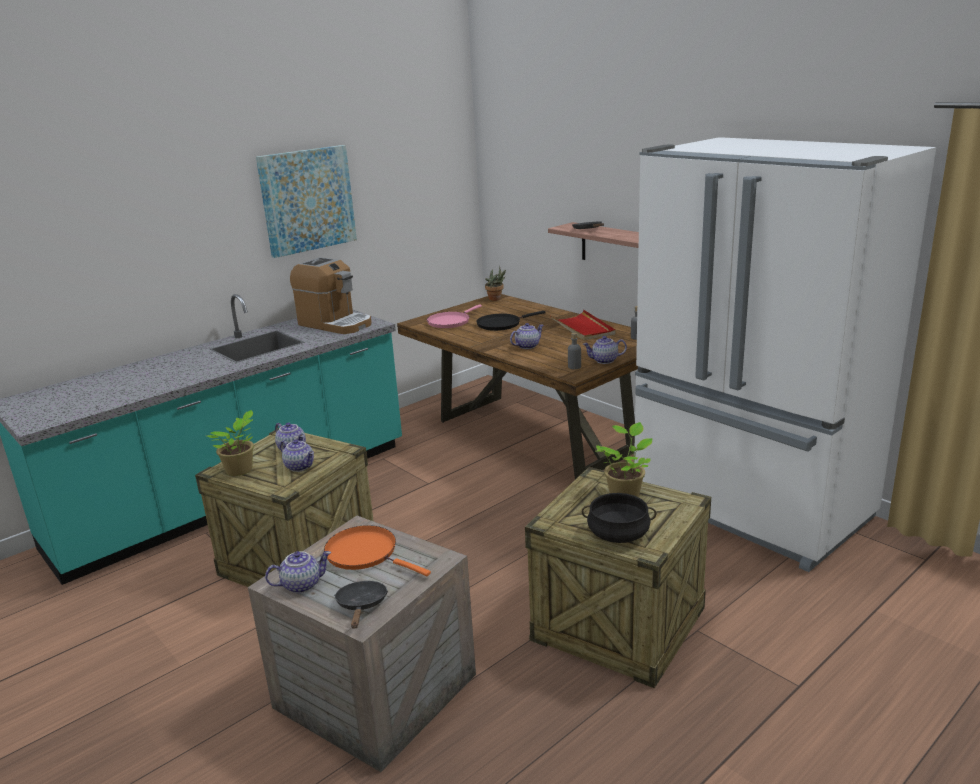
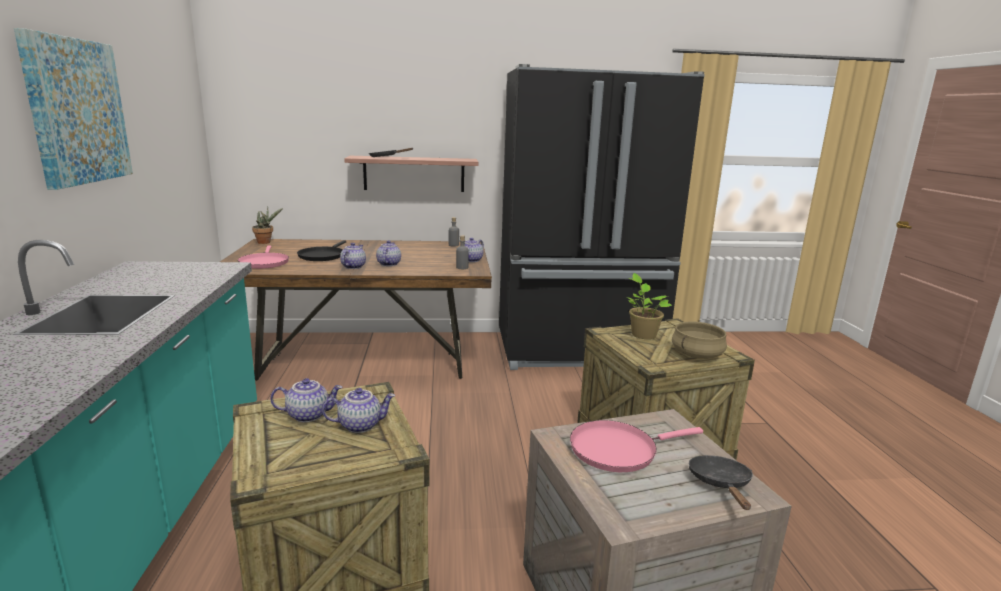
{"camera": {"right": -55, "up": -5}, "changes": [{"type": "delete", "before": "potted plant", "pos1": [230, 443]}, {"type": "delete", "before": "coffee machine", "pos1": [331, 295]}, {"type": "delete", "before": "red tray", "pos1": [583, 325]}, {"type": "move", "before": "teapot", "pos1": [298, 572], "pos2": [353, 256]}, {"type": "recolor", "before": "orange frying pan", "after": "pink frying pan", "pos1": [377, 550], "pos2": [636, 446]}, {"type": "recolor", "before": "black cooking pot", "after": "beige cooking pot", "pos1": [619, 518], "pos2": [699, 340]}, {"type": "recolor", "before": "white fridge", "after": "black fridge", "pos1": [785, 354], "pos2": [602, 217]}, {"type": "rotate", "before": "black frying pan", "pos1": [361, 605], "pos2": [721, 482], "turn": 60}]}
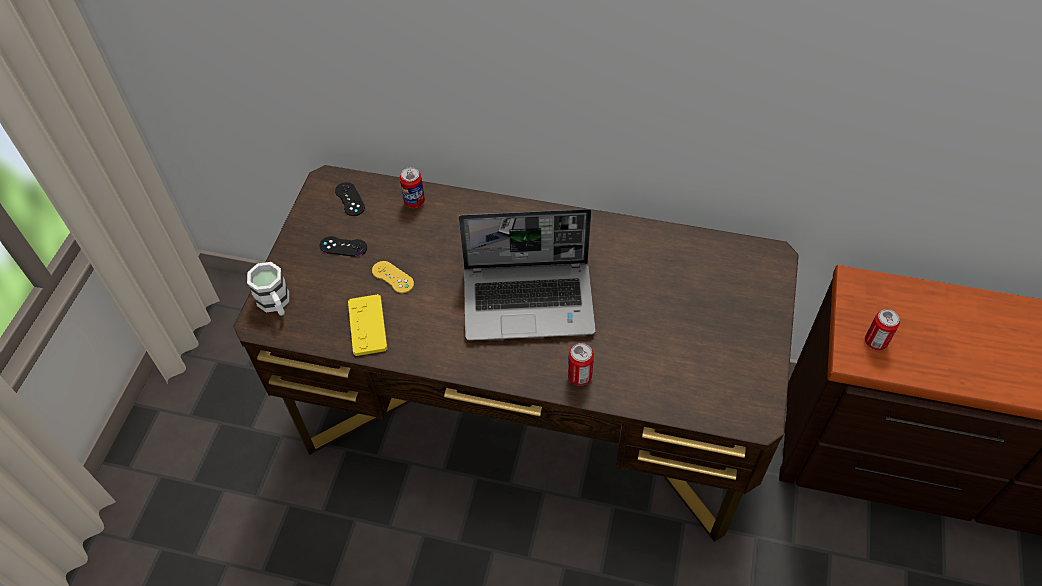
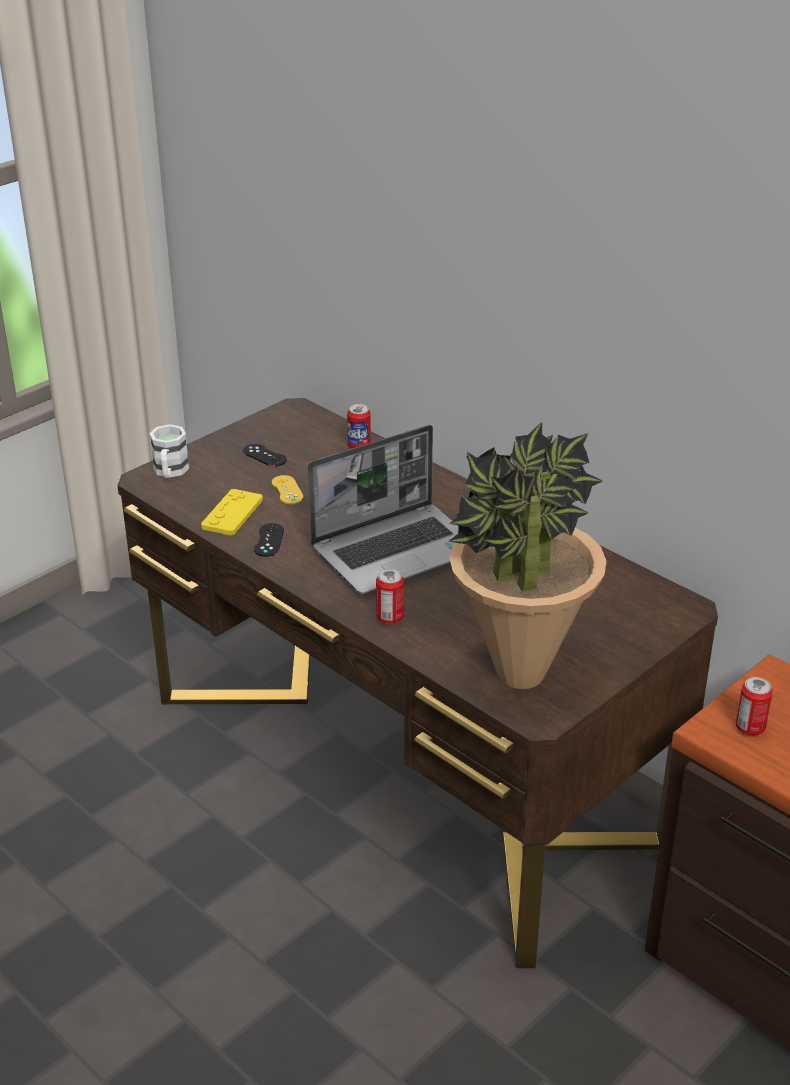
{"camera": {"right": 30, "up": -20}, "changes": [{"type": "insert", "after": "potted plant", "pos2": [527, 555]}, {"type": "move", "before": "black game controller", "pos1": [350, 199], "pos2": [269, 540]}, {"type": "rotate", "before": "laptop", "pos1": [527, 275], "pos2": [383, 509], "turn": -60}]}
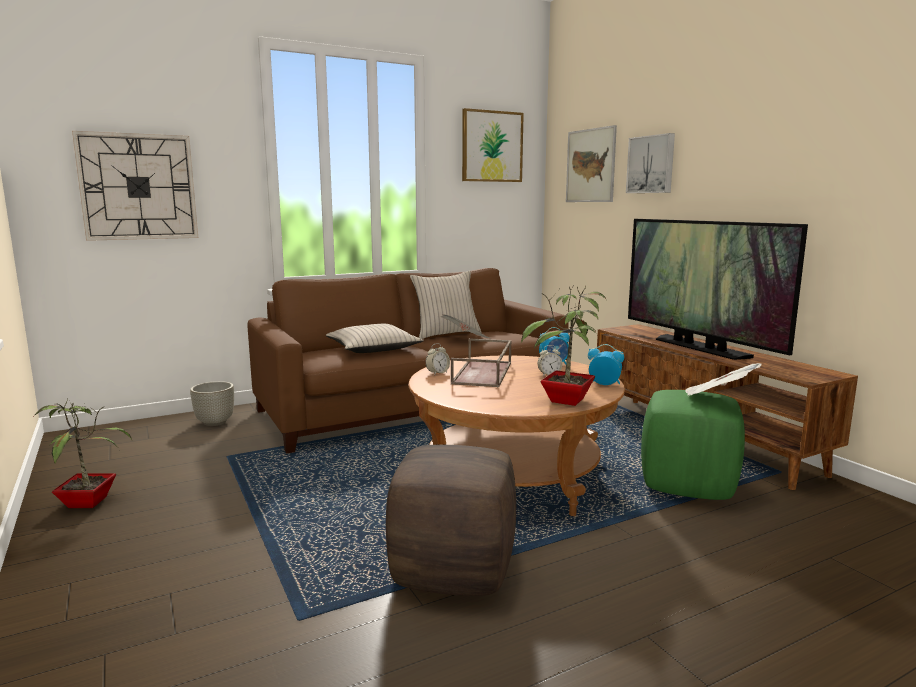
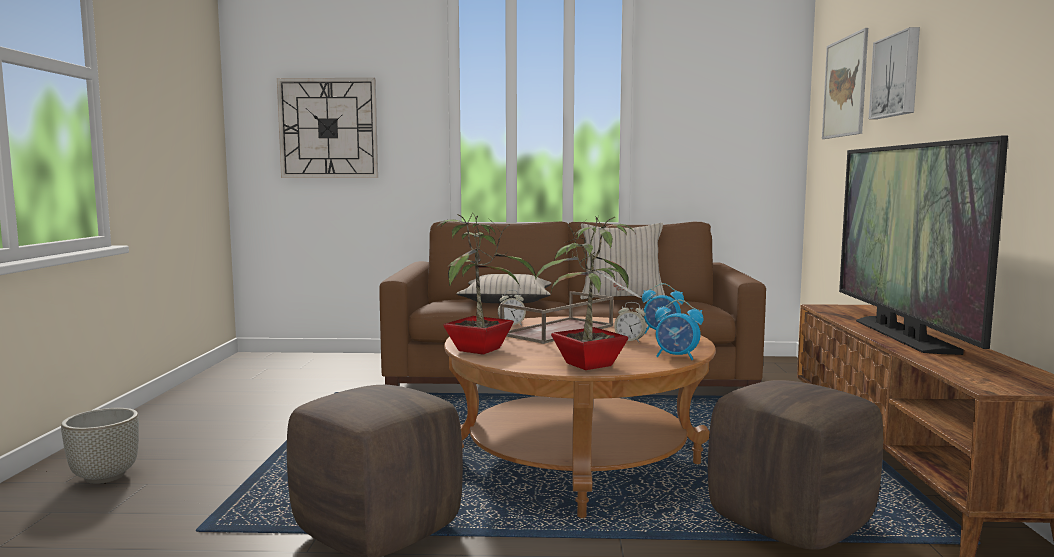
{"camera": {"right": 30, "up": -5}, "changes": [{"type": "delete", "before": "picture", "pos1": [493, 145]}, {"type": "delete", "before": "newspaper", "pos1": [723, 379]}, {"type": "move", "before": "potted plant", "pos1": [83, 453], "pos2": [487, 284]}, {"type": "move", "before": "grey planter", "pos1": [212, 403], "pos2": [100, 446]}, {"type": "recolor", "before": "green ottoman", "after": "brown ottoman", "pos1": [693, 445], "pos2": [795, 465]}, {"type": "rotate", "before": "alarm clock", "pos1": [606, 364], "pos2": [679, 329], "turn": 150}]}
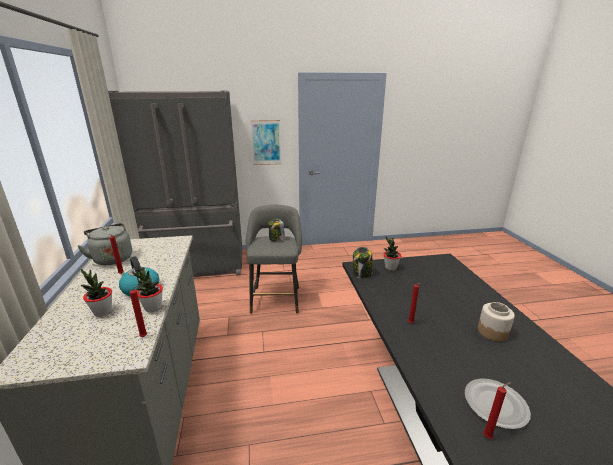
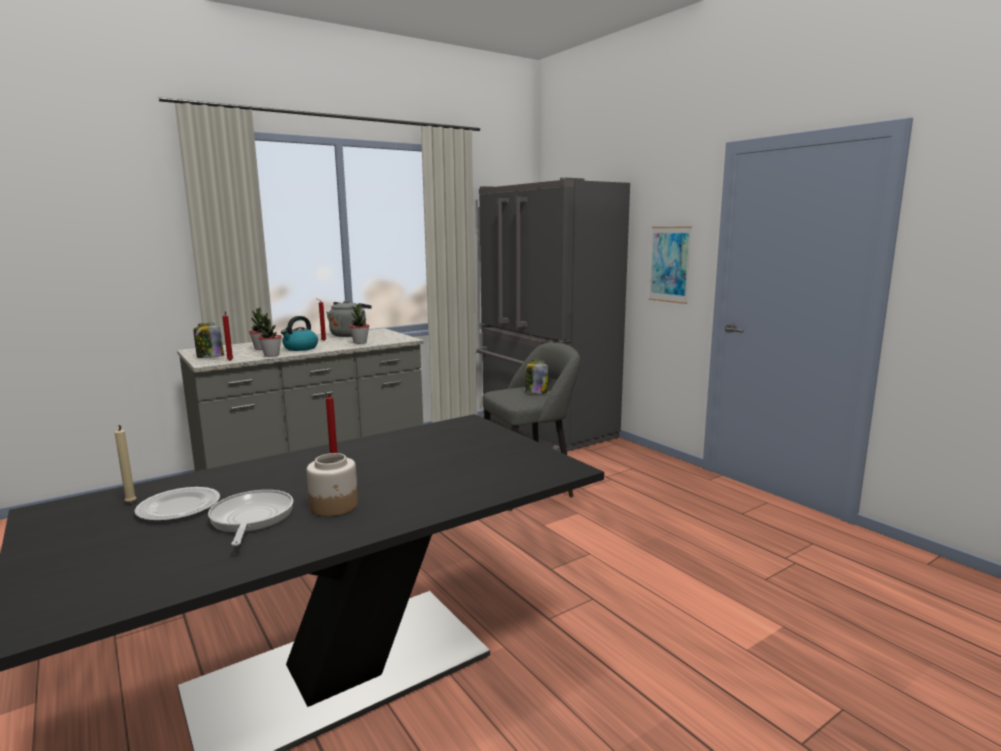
{"camera": {"right": 65, "up": -10}, "changes": [{"type": "insert", "after": "frying pan", "pos2": [250, 518]}, {"type": "move", "before": "jar", "pos1": [363, 263], "pos2": [208, 340]}, {"type": "move", "before": "potted plant", "pos1": [392, 253], "pos2": [359, 323]}, {"type": "recolor", "before": "red candle", "after": "beige candle", "pos1": [497, 410], "pos2": [125, 464]}]}
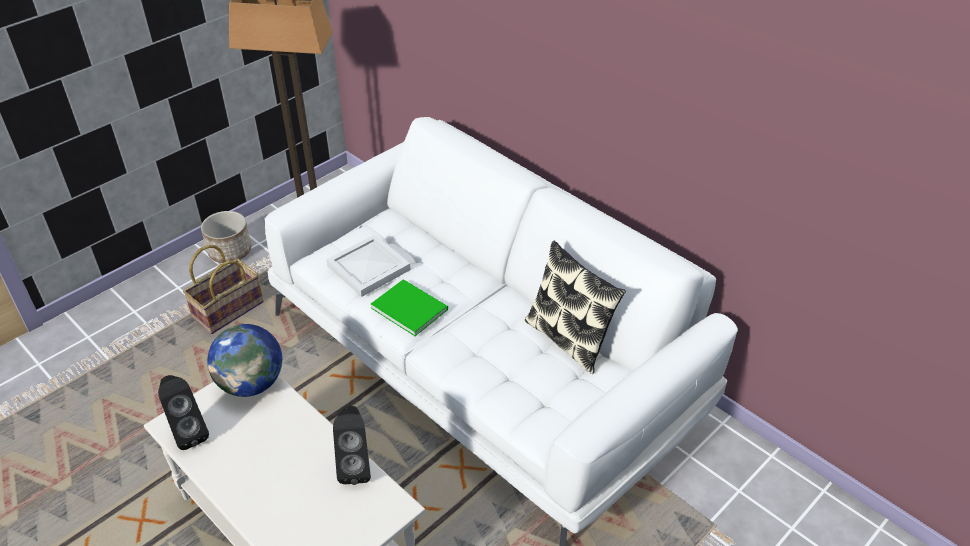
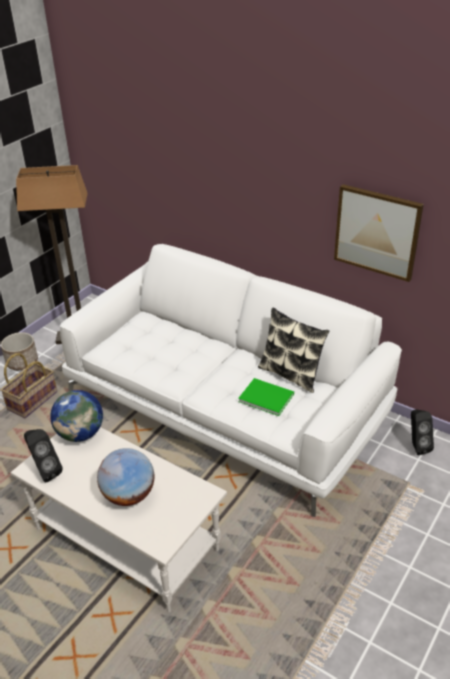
{"camera": {"right": -10, "up": -5}, "changes": [{"type": "delete", "before": "white tray", "pos1": [368, 266]}, {"type": "insert", "after": "globe", "pos2": [125, 477]}, {"type": "insert", "after": "picture", "pos2": [379, 233]}, {"type": "move", "before": "black speaker", "pos1": [352, 445], "pos2": [422, 432]}, {"type": "move", "before": "green book", "pos1": [409, 307], "pos2": [266, 397]}]}
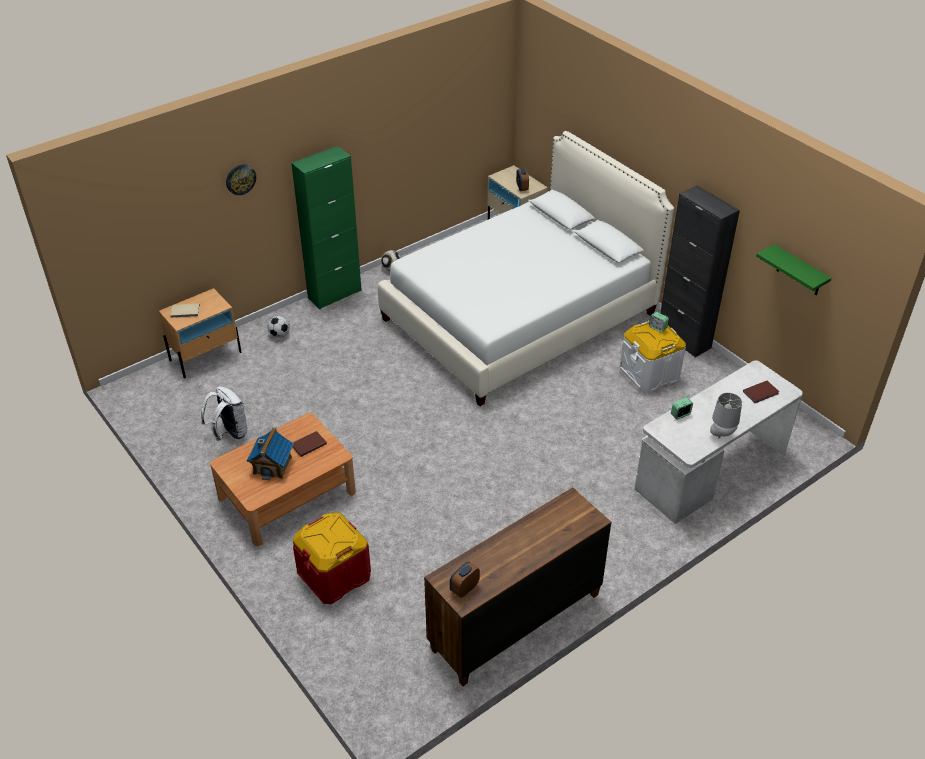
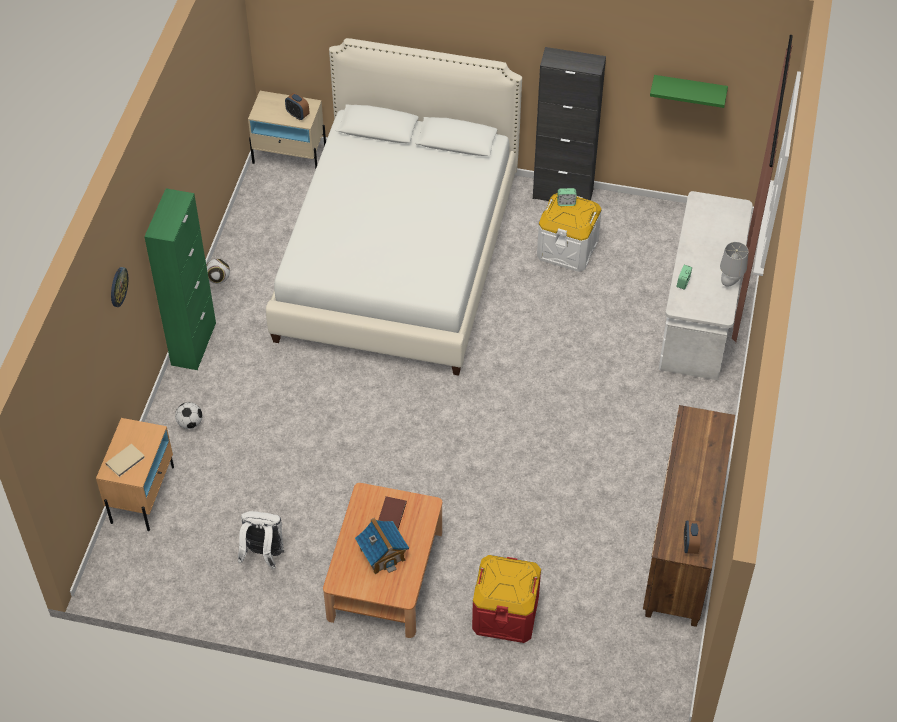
{"camera": {"right": -40, "up": 10}, "changes": [{"type": "delete", "before": "brown book", "pos1": [761, 391]}]}
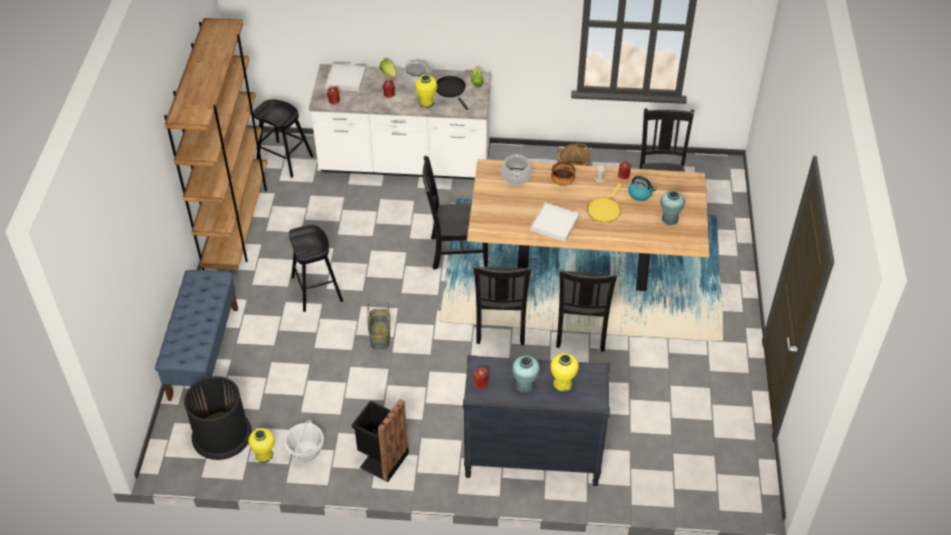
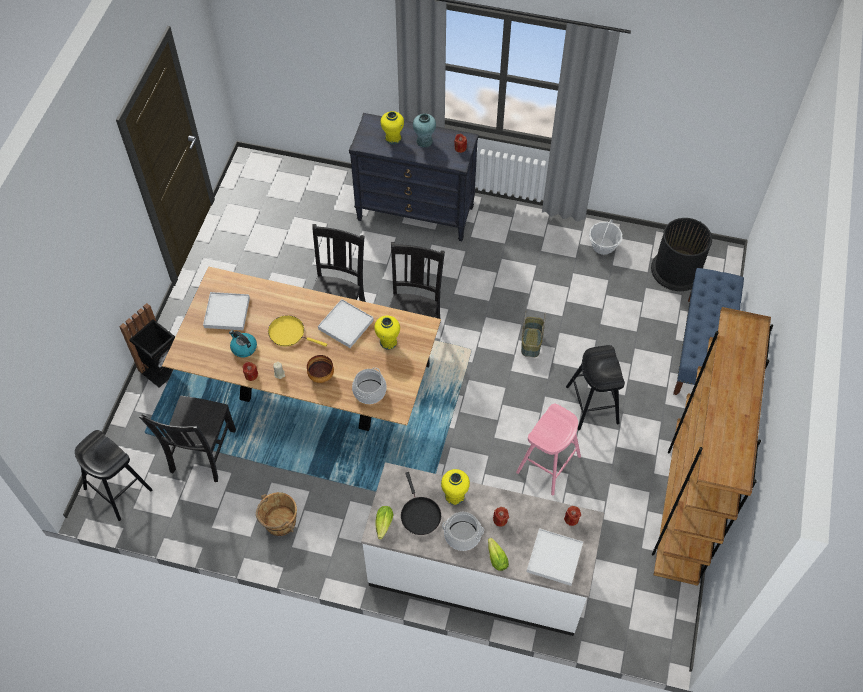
{"camera": {"right": -170, "up": 10}, "changes": [{"type": "delete", "before": "black chair", "pos1": [455, 213]}, {"type": "insert", "after": "pink stool", "pos2": [548, 449]}, {"type": "move", "before": "yellow vase", "pos1": [261, 445], "pos2": [387, 332]}, {"type": "move", "before": "black stool", "pos1": [283, 138], "pos2": [114, 475]}, {"type": "move", "before": "black trash can", "pos1": [380, 440], "pos2": [147, 345]}, {"type": "replace", "before": "turquoise vase", "after": "white tray", "pos1": [672, 207], "pos2": [226, 311]}, {"type": "rotate", "before": "yellow frying pan", "pos1": [604, 203], "pos2": [297, 331], "turn": -105}]}
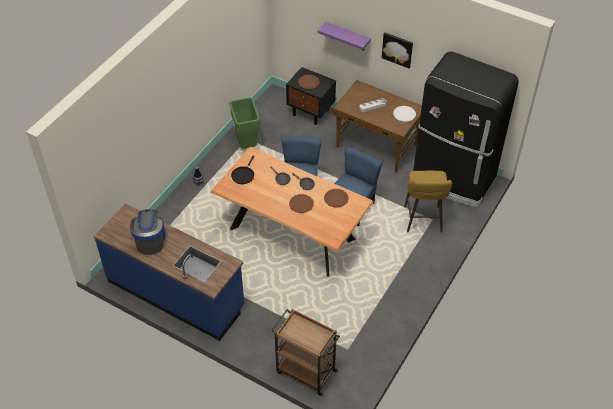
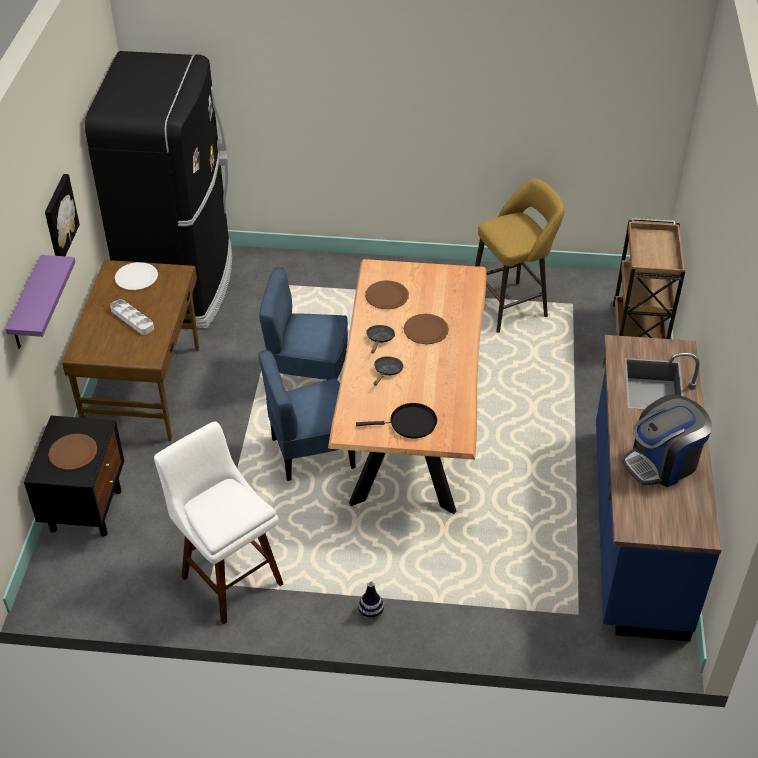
{"camera": {"right": -115, "up": -5}, "changes": [{"type": "move", "before": "yellow stool", "pos1": [428, 201], "pos2": [519, 256]}, {"type": "replace", "before": "green trash can", "after": "white stool", "pos1": [244, 123], "pos2": [218, 523]}]}
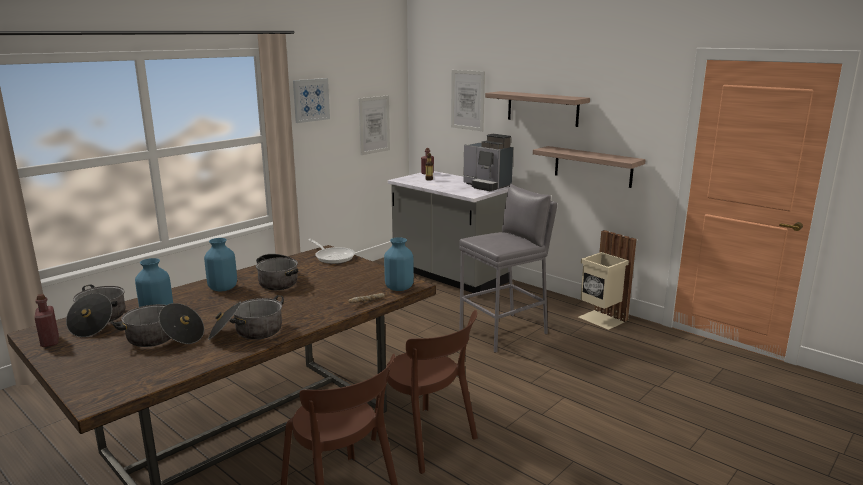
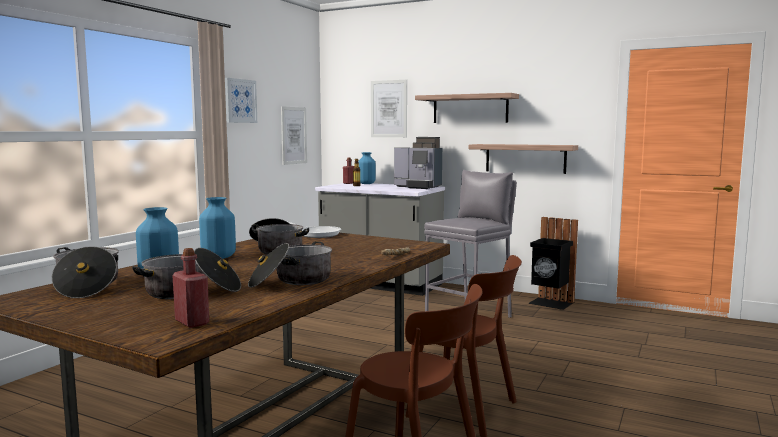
{"camera": {"right": -15, "up": -10}, "changes": [{"type": "move", "before": "red bottle", "pos1": [46, 320], "pos2": [190, 288]}, {"type": "move", "before": "blue vase", "pos1": [399, 264], "pos2": [367, 168]}, {"type": "recolor", "before": "beige trash can", "after": "black trash can", "pos1": [608, 280], "pos2": [553, 263]}]}
